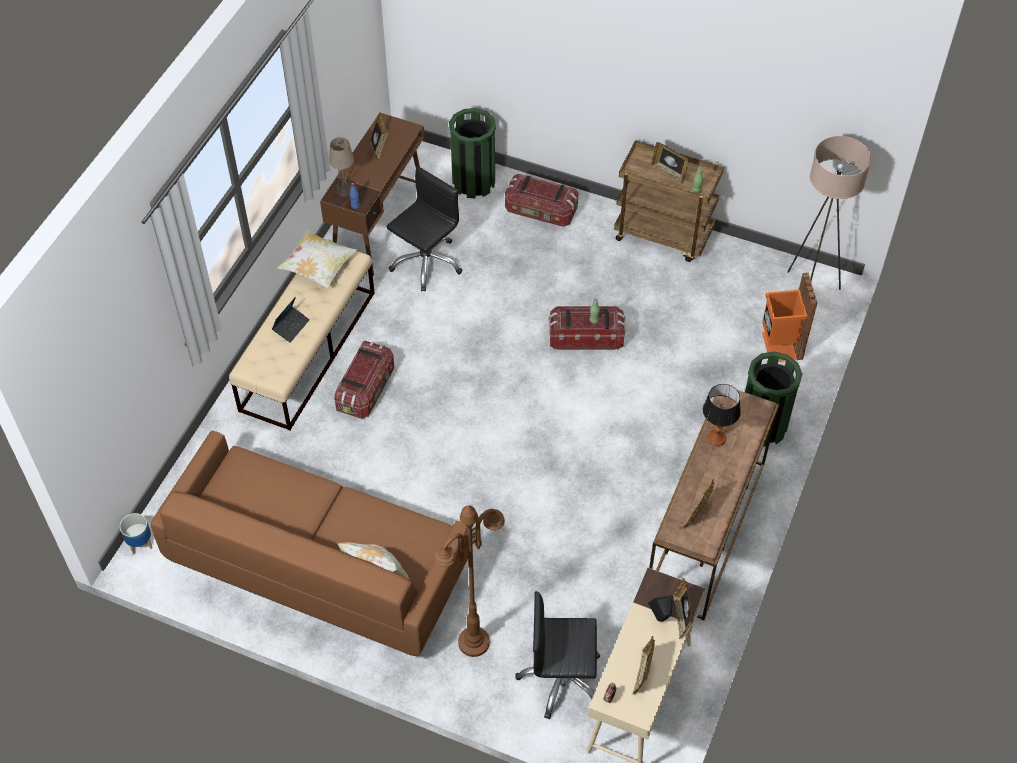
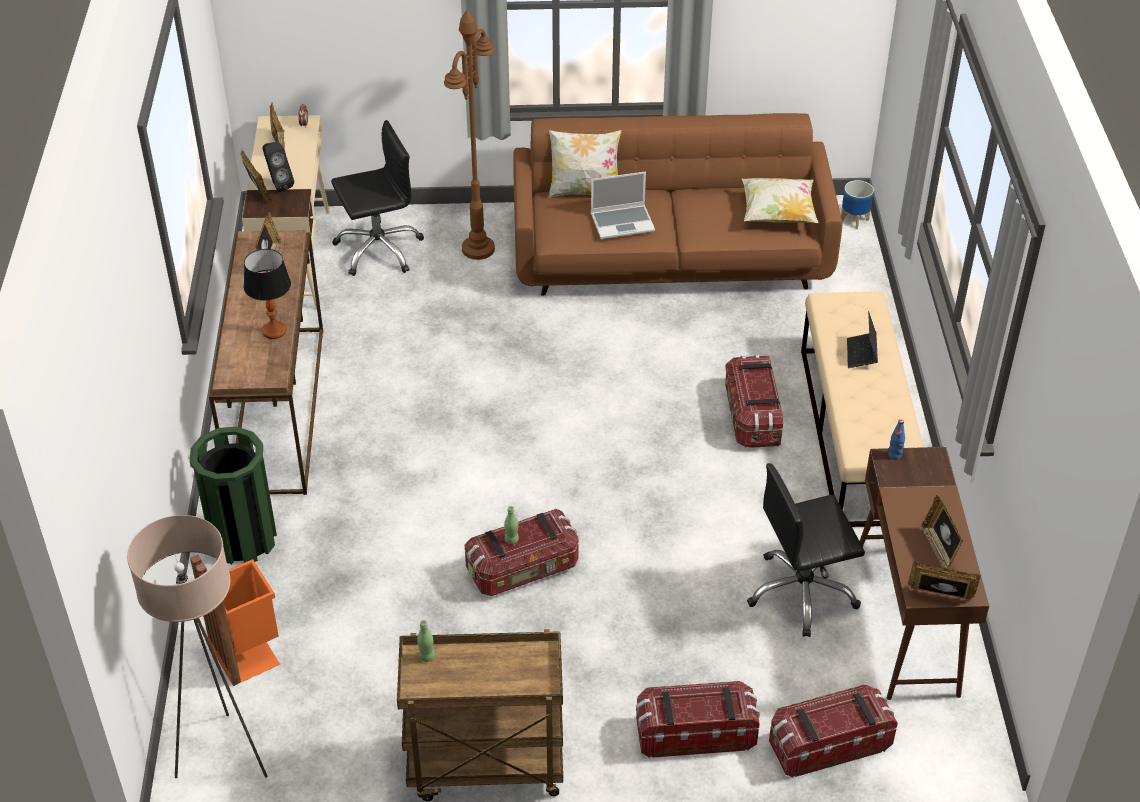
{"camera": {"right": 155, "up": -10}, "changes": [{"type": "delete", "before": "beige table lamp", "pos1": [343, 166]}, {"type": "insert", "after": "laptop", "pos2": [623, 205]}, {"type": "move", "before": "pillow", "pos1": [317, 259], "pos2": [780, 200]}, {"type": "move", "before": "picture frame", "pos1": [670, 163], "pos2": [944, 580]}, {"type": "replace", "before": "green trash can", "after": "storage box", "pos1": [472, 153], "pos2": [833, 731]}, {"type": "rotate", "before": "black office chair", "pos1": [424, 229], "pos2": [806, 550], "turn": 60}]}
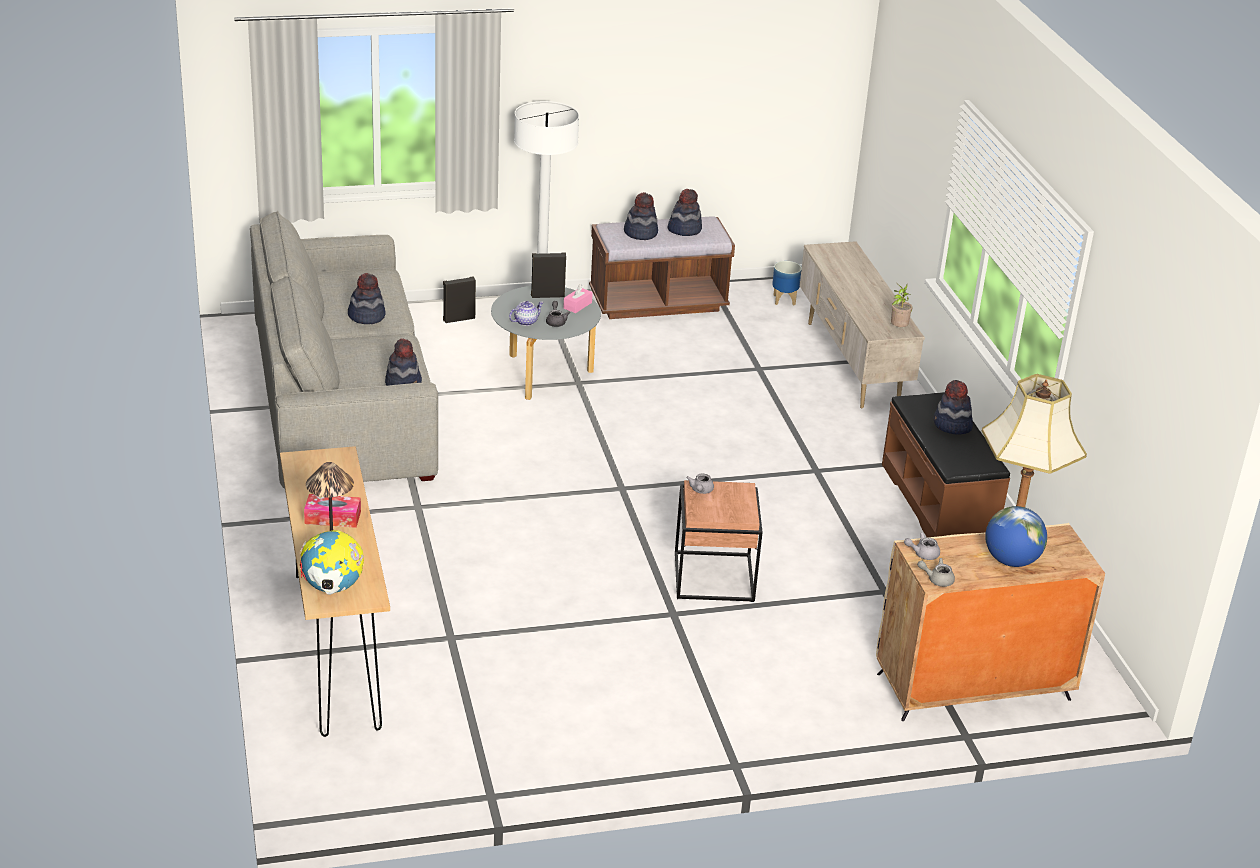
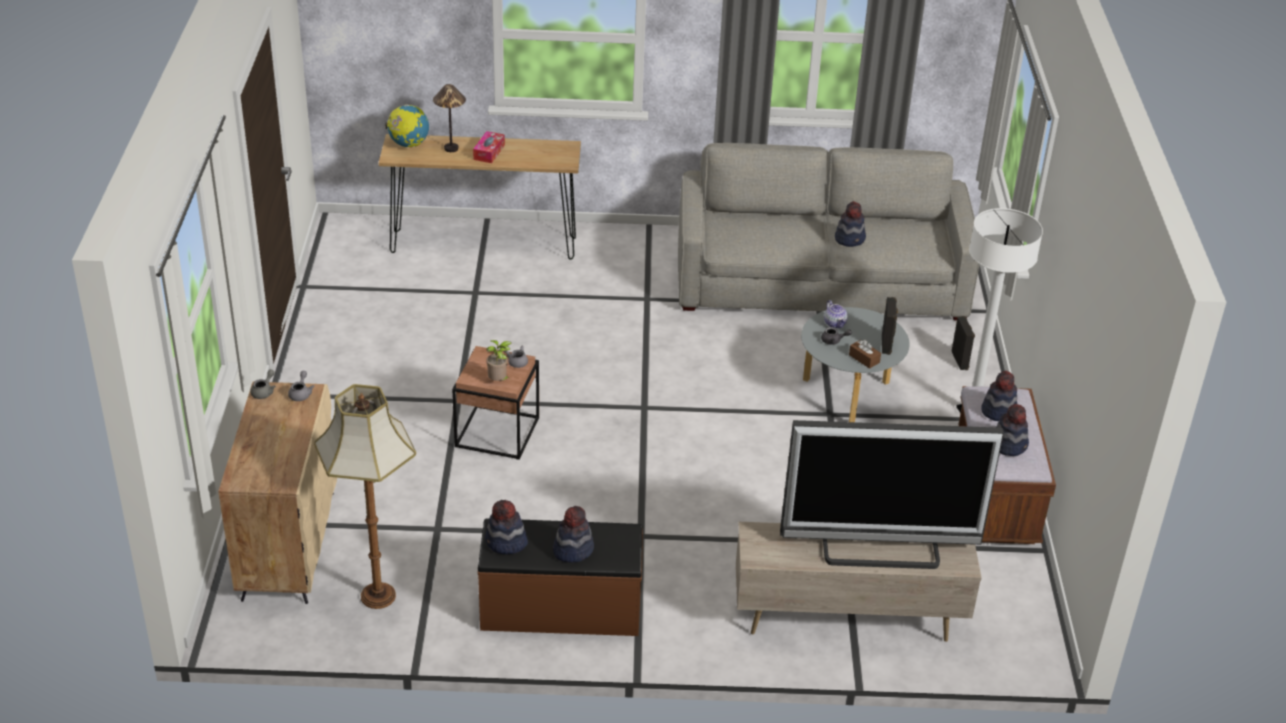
{"camera": {"right": 105, "up": 5}, "changes": [{"type": "delete", "before": "planter", "pos1": [787, 283]}, {"type": "delete", "before": "globe", "pos1": [1016, 536]}, {"type": "insert", "after": "television", "pos2": [892, 494]}, {"type": "move", "before": "hat", "pos1": [403, 362], "pos2": [506, 527]}, {"type": "move", "before": "potted plant", "pos1": [902, 305], "pos2": [498, 360]}, {"type": "recolor", "before": "pink tissue box", "after": "brown tissue box", "pos1": [578, 298], "pos2": [865, 354]}]}
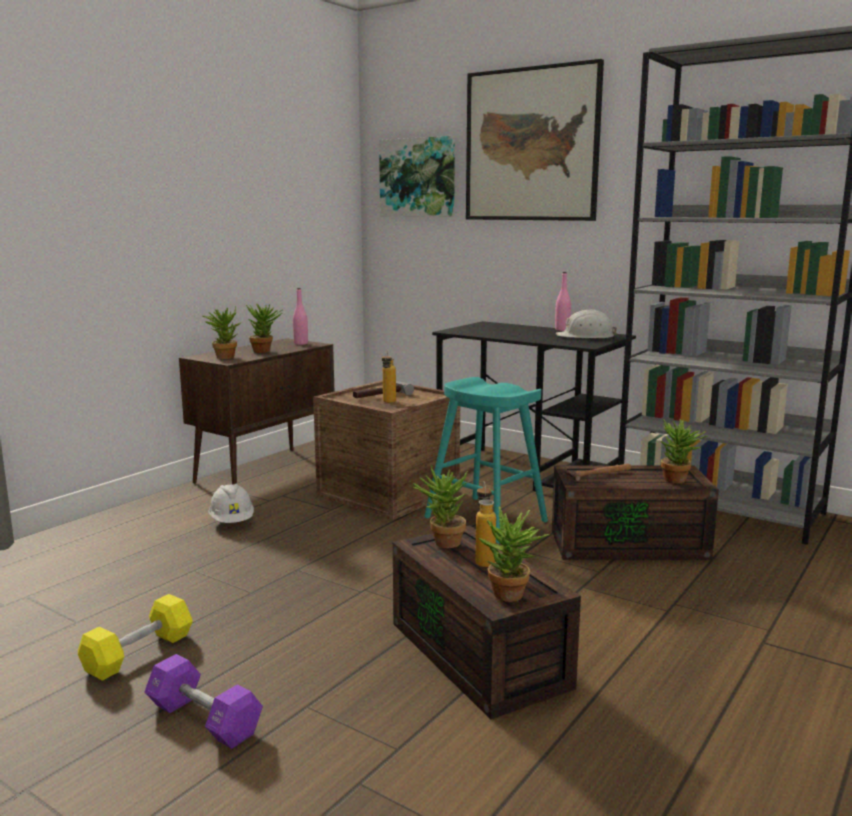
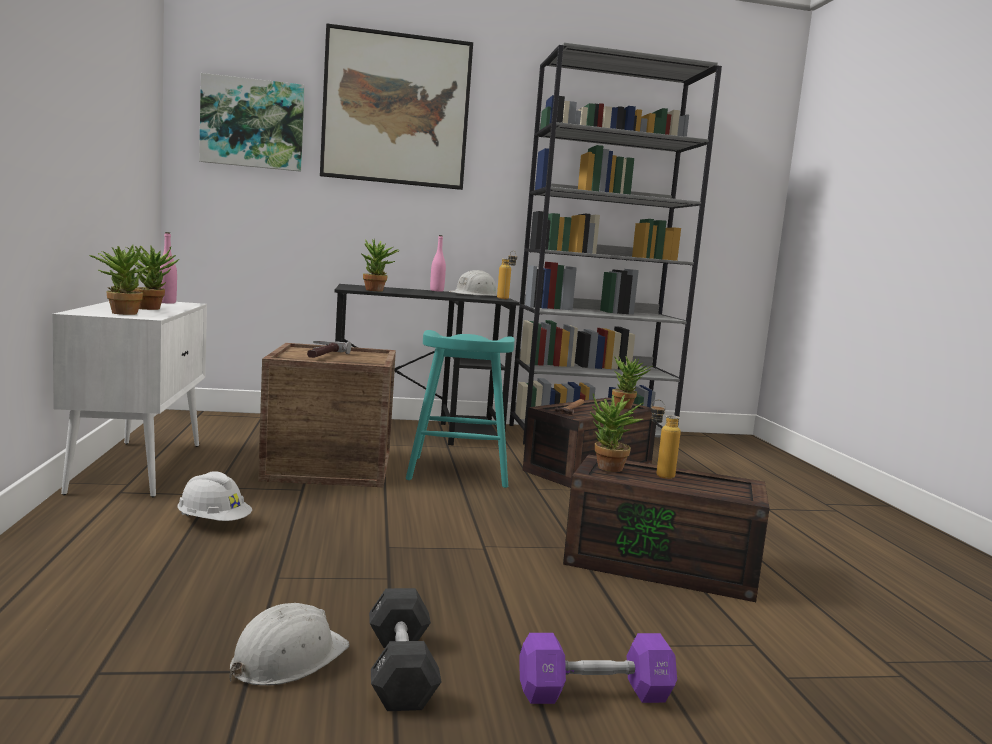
{"camera": {"right": -45, "up": -5}, "changes": [{"type": "insert", "after": "white hard hat", "pos2": [289, 644]}, {"type": "move", "before": "bottle", "pos1": [389, 377], "pos2": [507, 274]}, {"type": "move", "before": "potted plant", "pos1": [514, 554], "pos2": [380, 265]}, {"type": "recolor", "before": "yellow dumbbell", "after": "black dumbbell", "pos1": [135, 637], "pos2": [405, 649]}, {"type": "recolor", "before": "brown cabinet", "after": "white cabinet", "pos1": [256, 411], "pos2": [130, 399]}]}
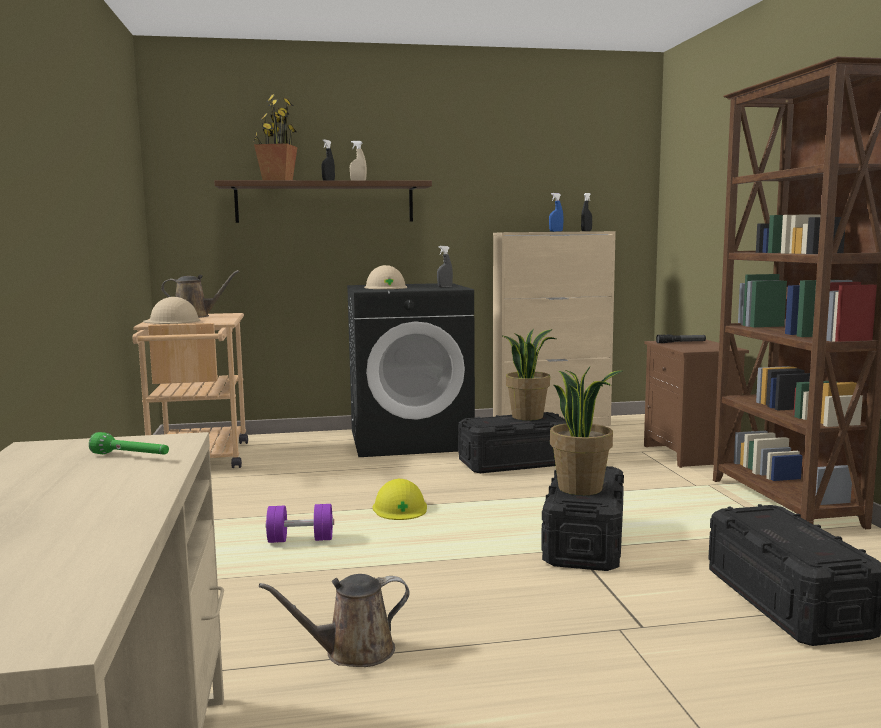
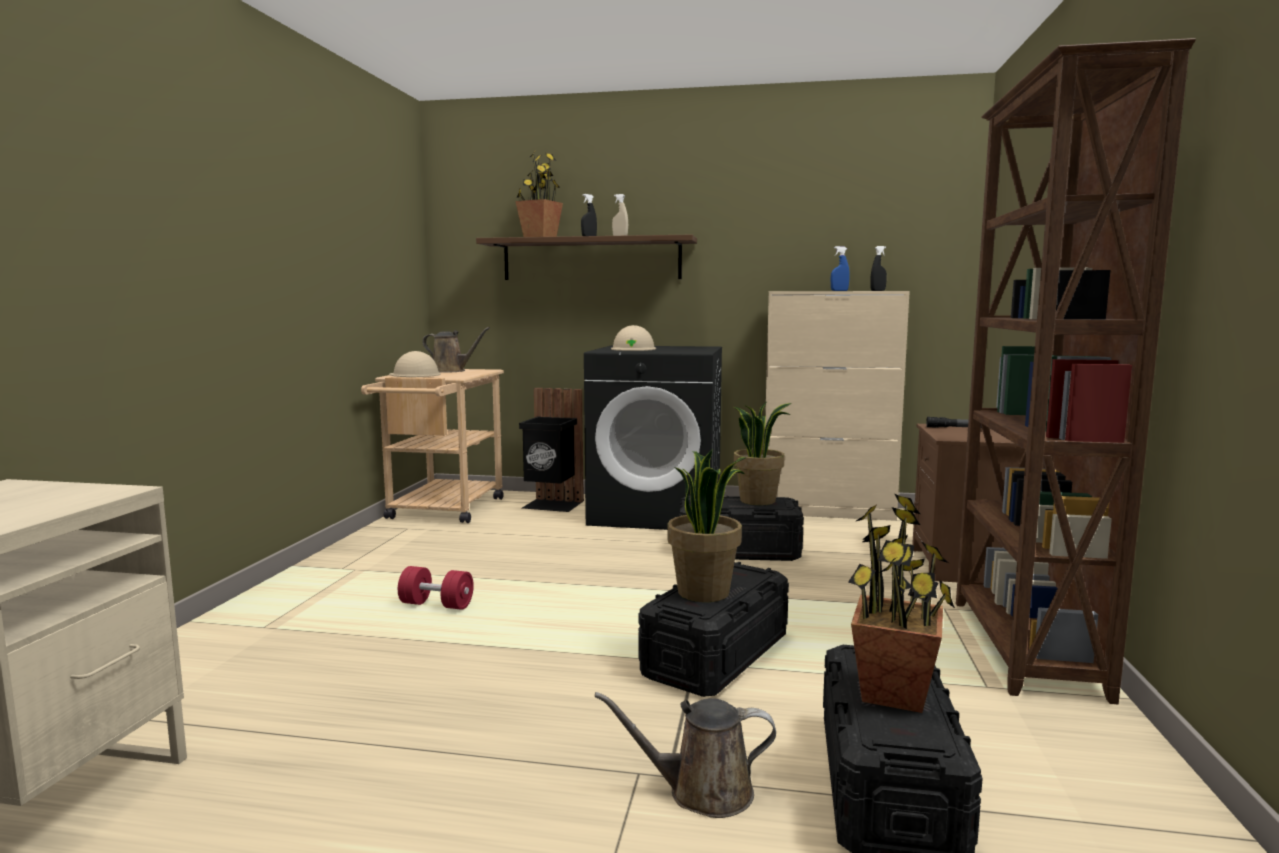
{"camera": {"right": 20, "up": 0}, "changes": [{"type": "delete", "before": "green flashlight", "pos1": [129, 443]}, {"type": "delete", "before": "yellow hard hat", "pos1": [400, 499]}, {"type": "delete", "before": "grey spray bottle", "pos1": [445, 267]}, {"type": "insert", "after": "black trash can", "pos2": [551, 450]}, {"type": "insert", "after": "potted plant", "pos2": [901, 603]}, {"type": "move", "before": "brown watering can", "pos1": [334, 620], "pos2": [685, 755]}, {"type": "recolor", "before": "purple dumbbell", "after": "red dumbbell", "pos1": [299, 523], "pos2": [436, 588]}]}
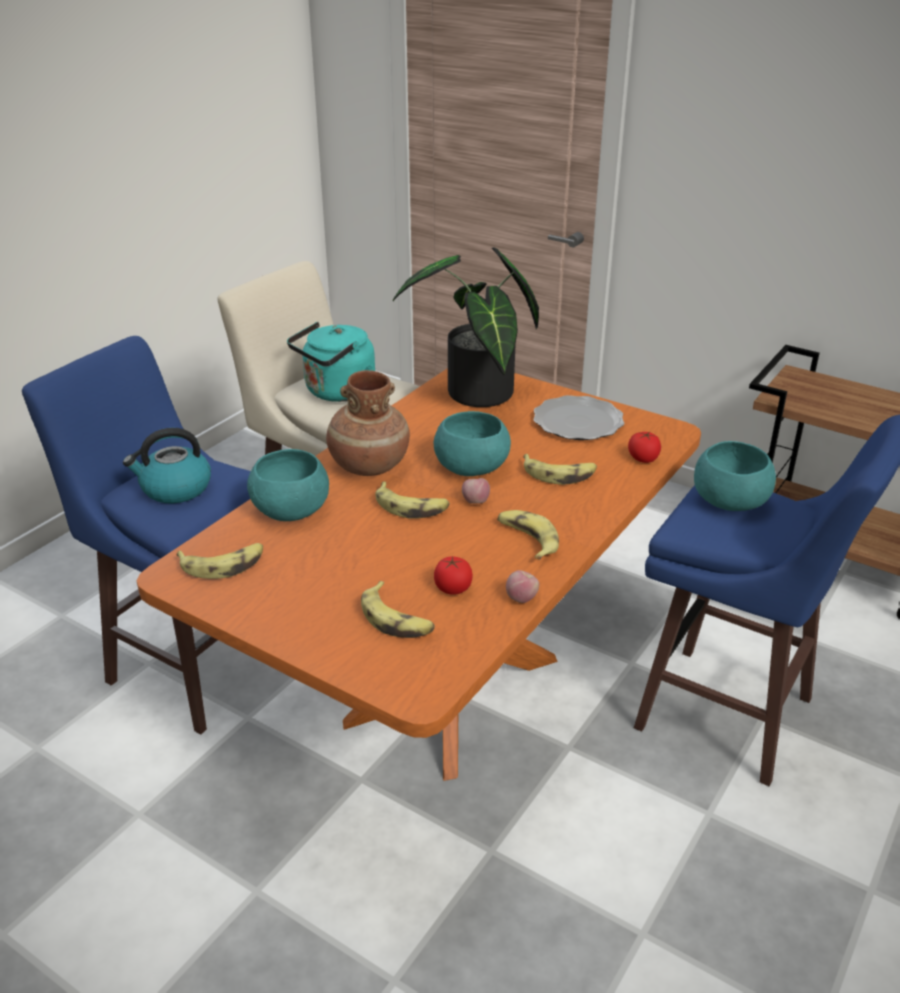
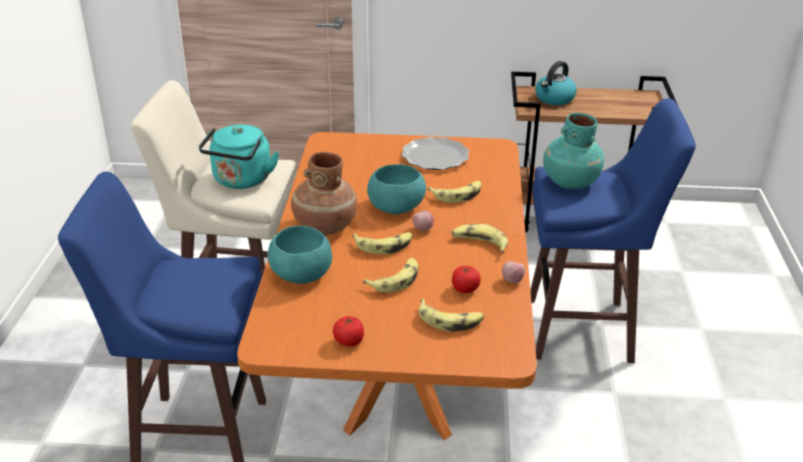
{"camera": {"right": -30, "up": 0}, "changes": [{"type": "delete", "before": "potted plant", "pos1": [466, 327]}, {"type": "move", "before": "kettle", "pos1": [167, 465], "pos2": [556, 83]}, {"type": "move", "before": "banana", "pos1": [220, 561], "pos2": [391, 275]}, {"type": "move", "before": "tomato", "pos1": [644, 447], "pos2": [348, 331]}, {"type": "replace", "before": "turquoise bowl", "after": "turquoise vase", "pos1": [735, 476], "pos2": [573, 151]}]}
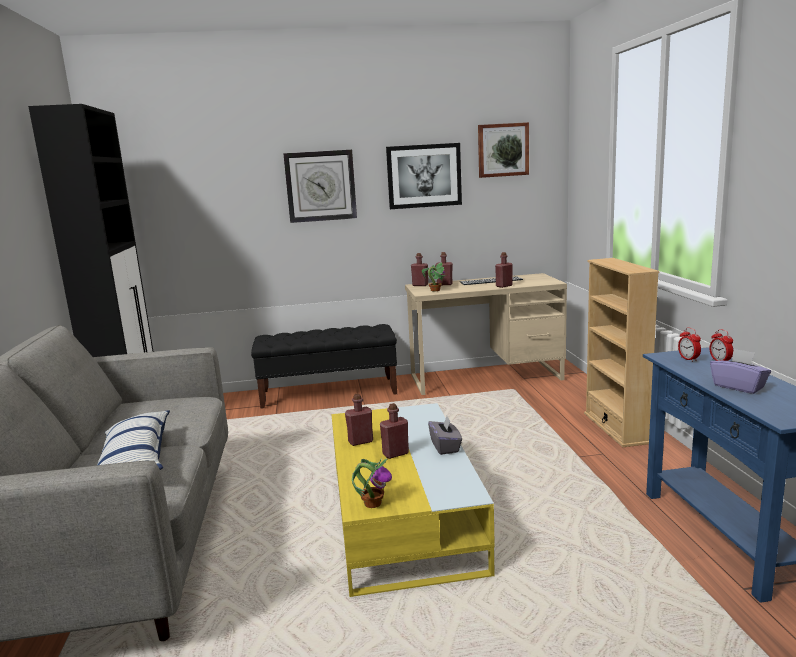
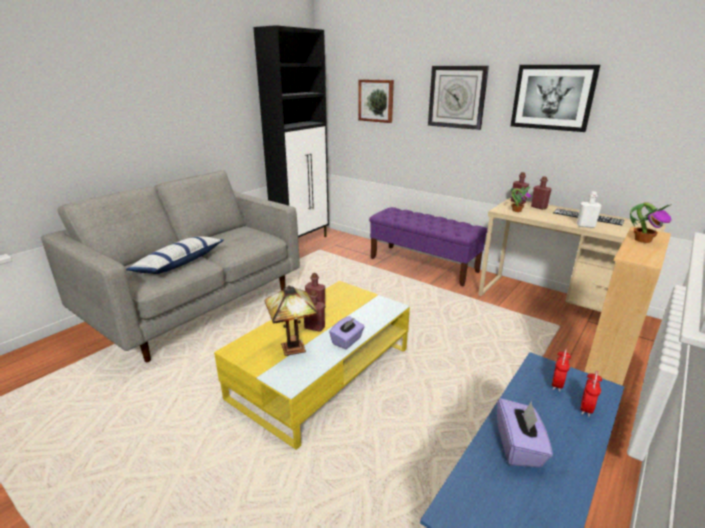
{"camera": {"right": 45, "up": 10}, "changes": [{"type": "insert", "after": "table lamp", "pos2": [291, 320]}, {"type": "move", "before": "potted plant", "pos1": [372, 482], "pos2": [651, 222]}, {"type": "move", "before": "picture", "pos1": [503, 150], "pos2": [376, 101]}, {"type": "recolor", "before": "black bench", "after": "purple bench", "pos1": [324, 366], "pos2": [428, 246]}, {"type": "recolor", "before": "grey tissue box", "after": "purple tissue box", "pos1": [445, 435], "pos2": [347, 332]}, {"type": "recolor", "before": "red bottle", "after": "white bottle", "pos1": [504, 270], "pos2": [589, 209]}]}
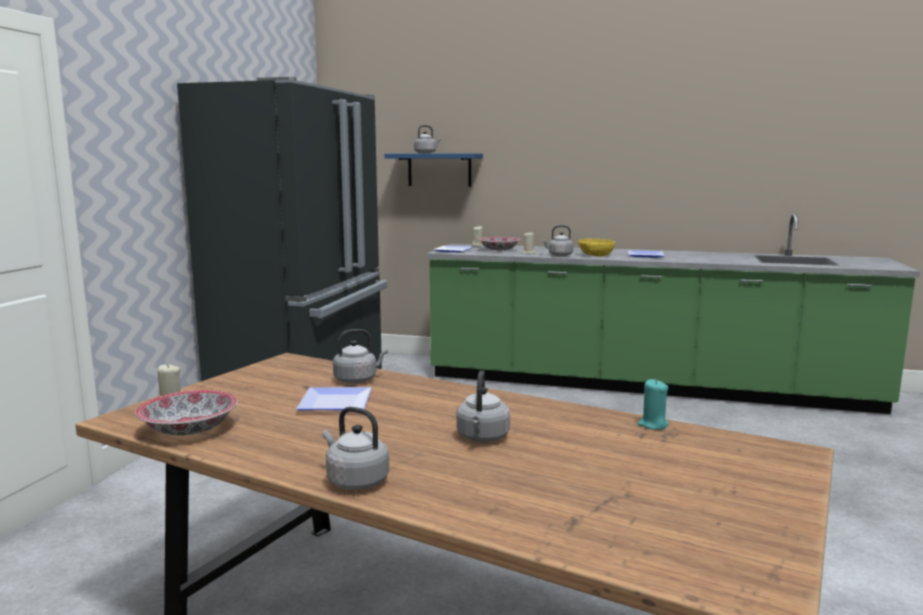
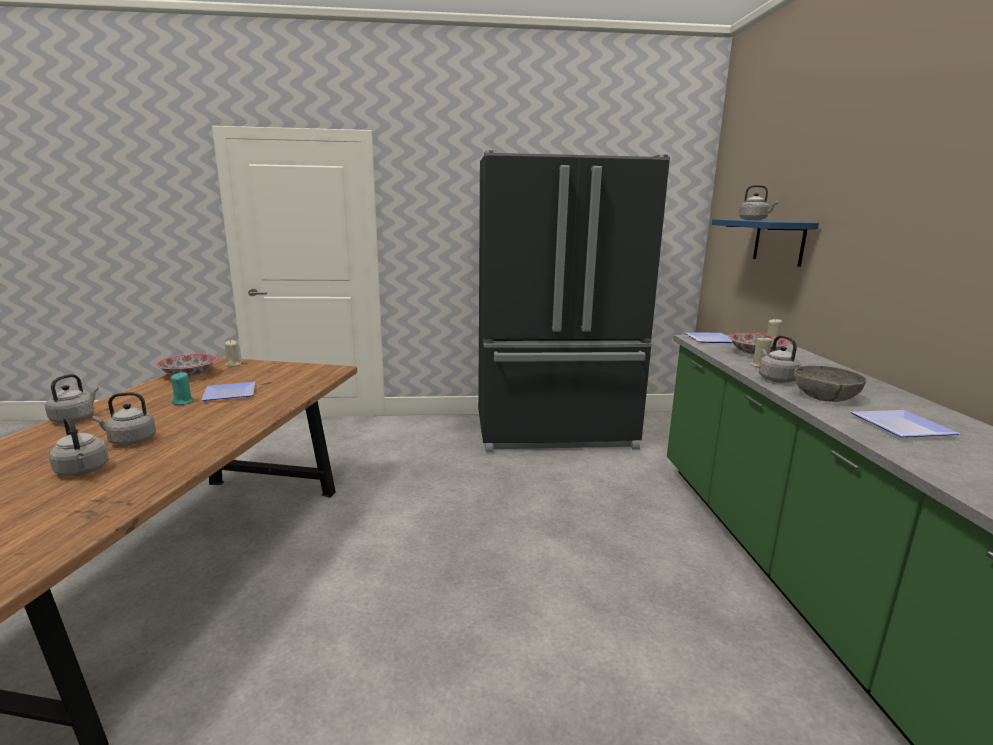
{"camera": {"right": 70, "up": 5}, "changes": [{"type": "move", "before": "grey kettle", "pos1": [360, 356], "pos2": [79, 446]}, {"type": "move", "before": "turquoise candle", "pos1": [653, 404], "pos2": [182, 388]}, {"type": "recolor", "before": "yellow bowl", "after": "grey bowl", "pos1": [596, 248], "pos2": [830, 384]}]}
